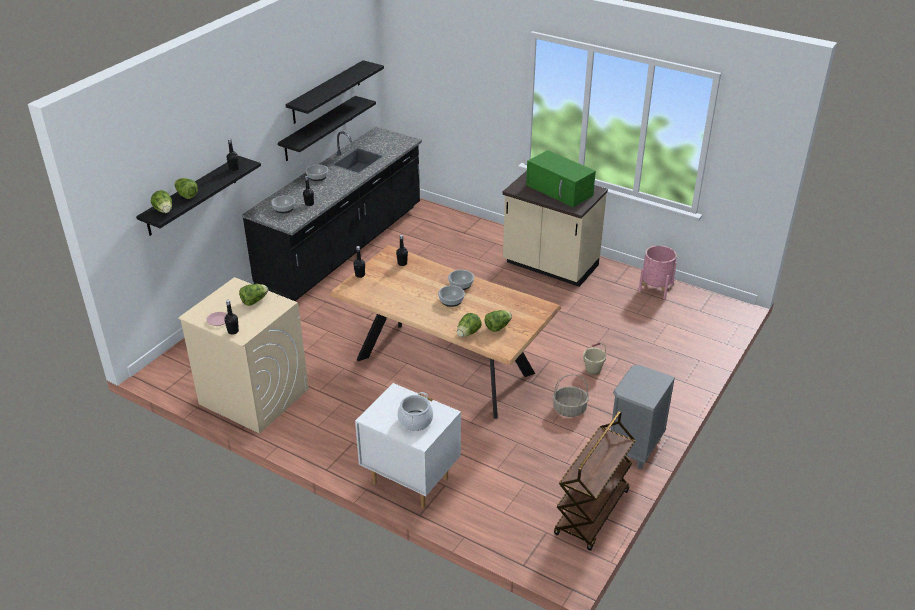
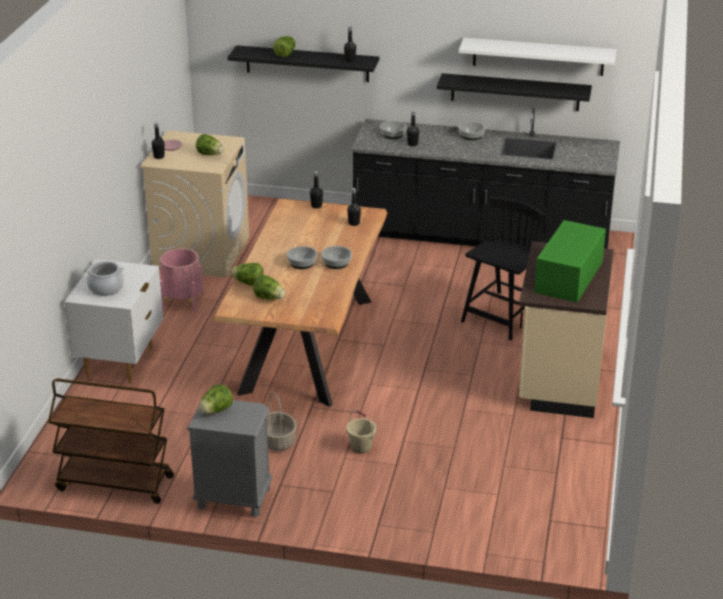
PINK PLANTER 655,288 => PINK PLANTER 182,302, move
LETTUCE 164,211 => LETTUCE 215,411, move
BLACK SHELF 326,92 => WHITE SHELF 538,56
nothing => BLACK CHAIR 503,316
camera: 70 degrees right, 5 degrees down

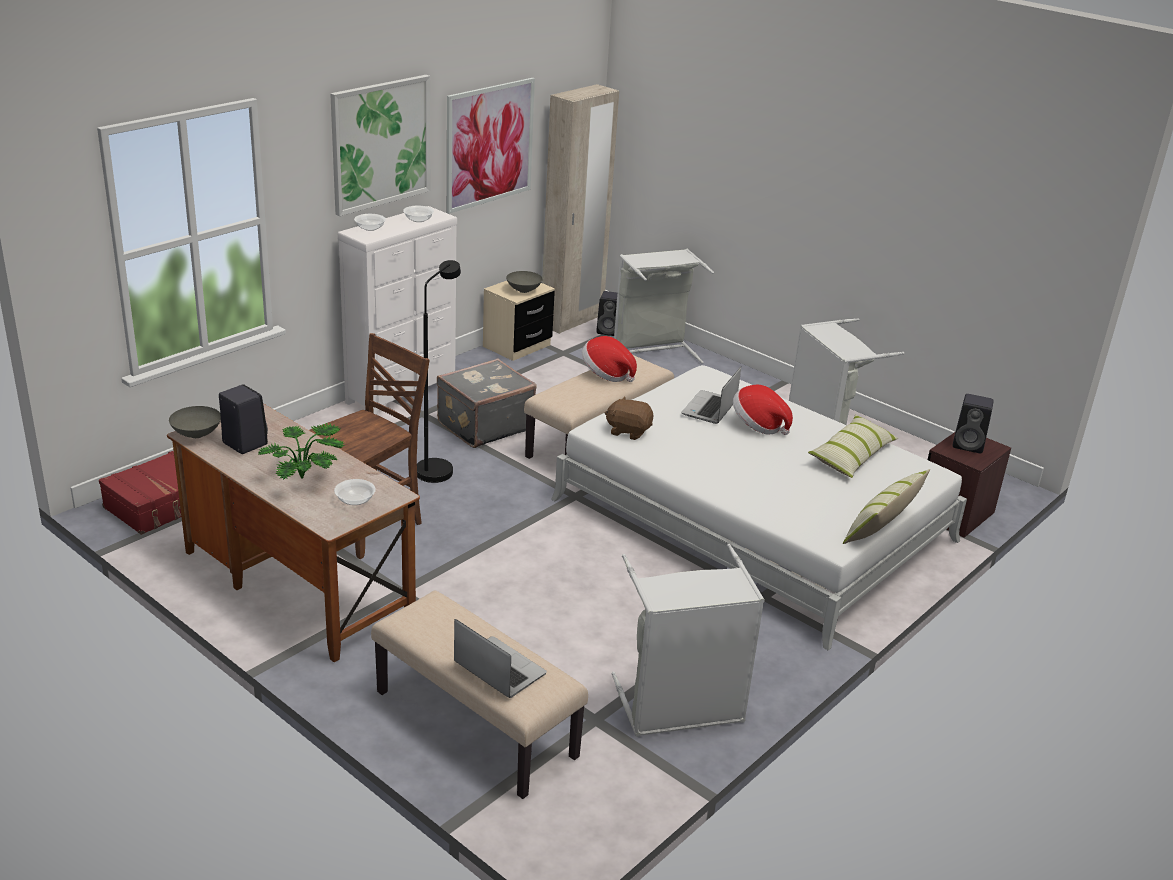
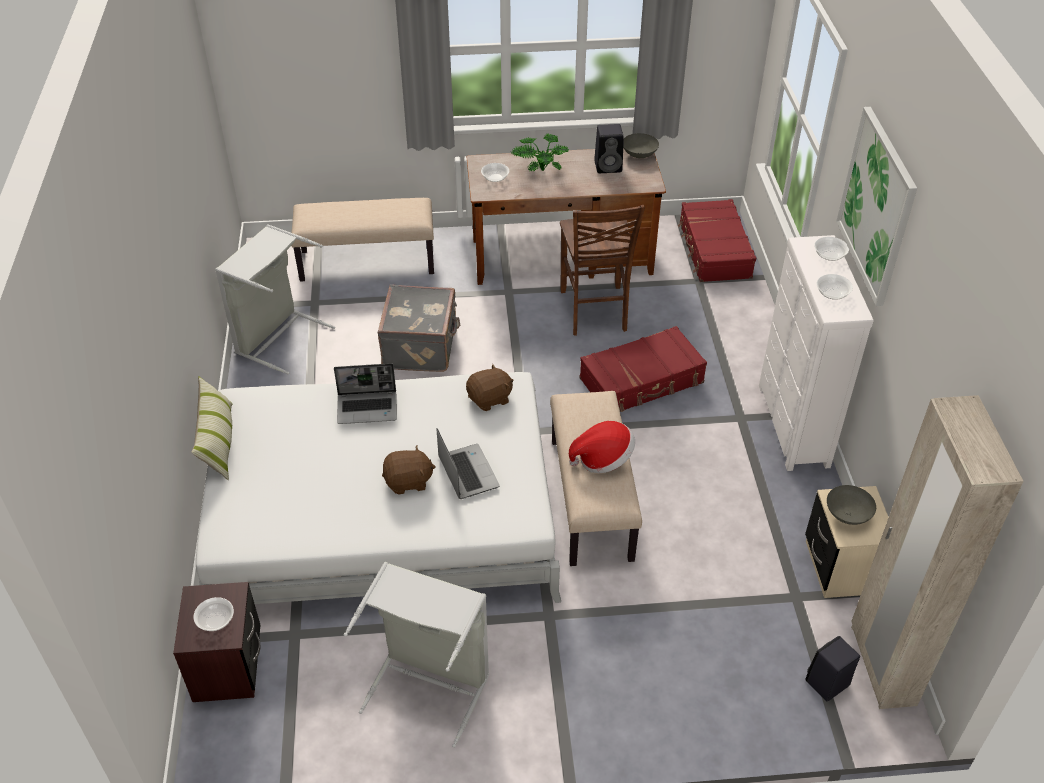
BLACK SPEAKER 969,445 => BOWL 215,621
LAPTOP 498,669 => LAPTOP 368,408, move
GREY SUITCASE 483,425 => GREY SUITCASE 421,347, move
HAT 758,425 => BROWN PLUSH TOY 408,481
BLACK FLOOR LAMP 437,467 => RED SUITCASE 642,381
PICTURE 489,144 => nothing
GREY LAUNDRY BASKET 654,351 => nothing
PILLOW 851,456 => nothing
camera: 135 degrees right, 15 degrees up

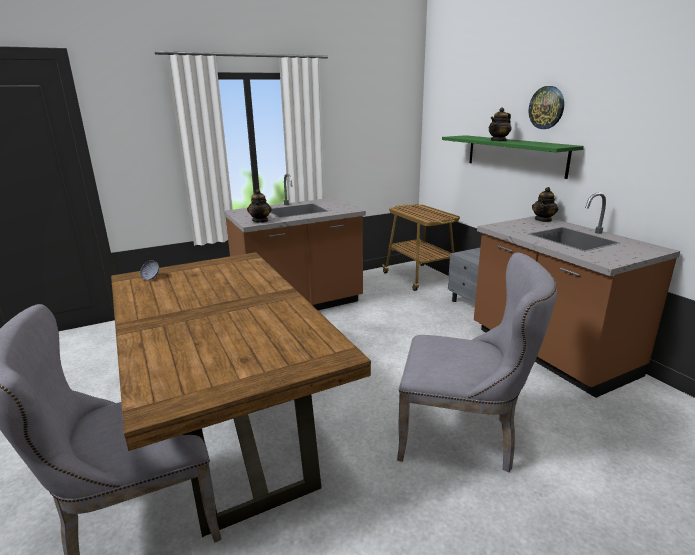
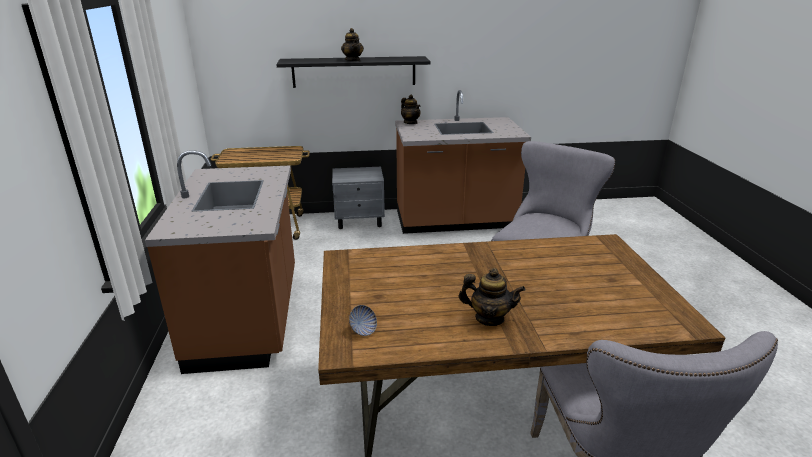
GREEN SHELF 514,155 => BLACK SHELF 354,72
TEAPOT 260,220 => TEAPOT 489,318, move
WALL CLOCK 546,107 => nothing
camera: 70 degrees left, 5 degrees up

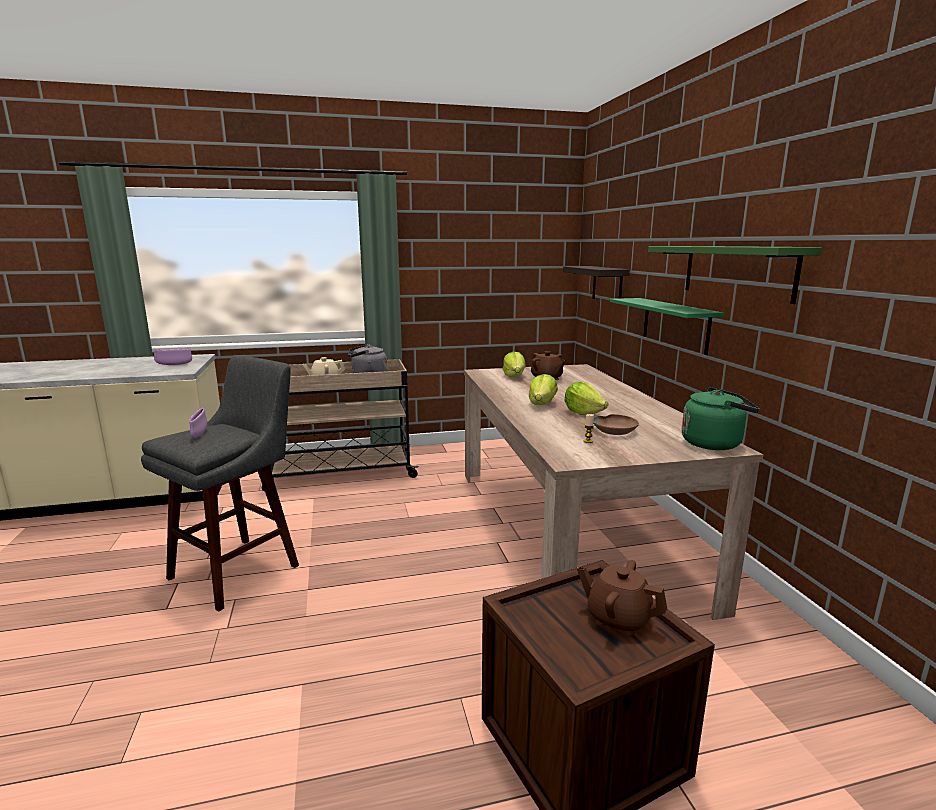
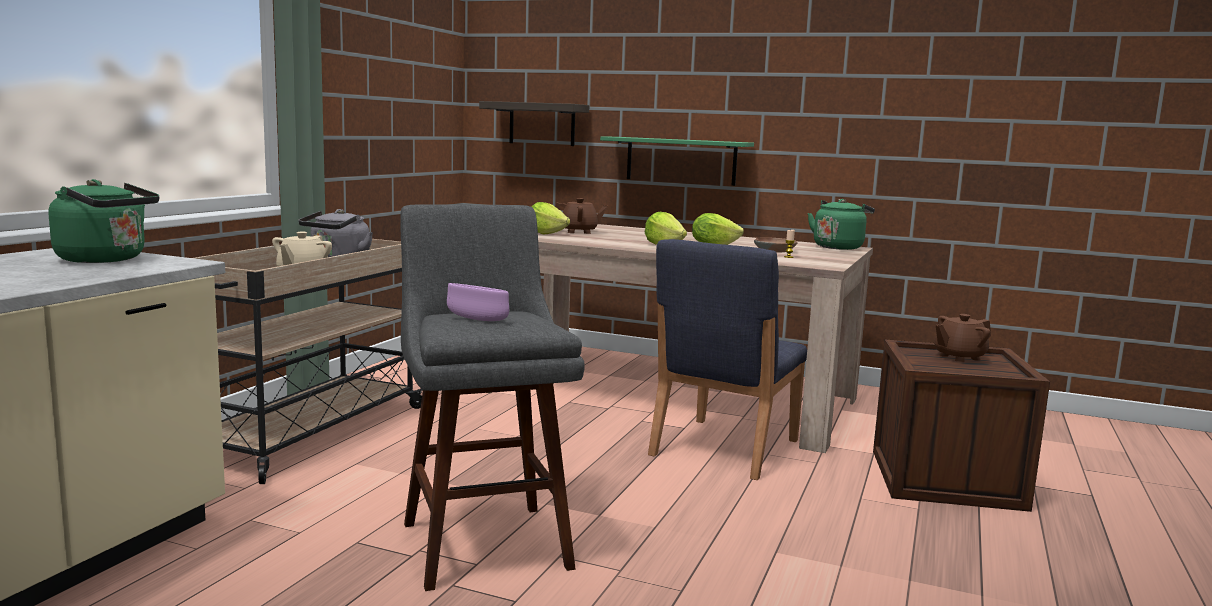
PURPLE BOWL 174,364 => GREEN KETTLE 106,259
nothing => BLUE CHAIR 723,448
GREEN SHELF 737,271 => nothing
camera: 55 degrees left, 5 degrees down

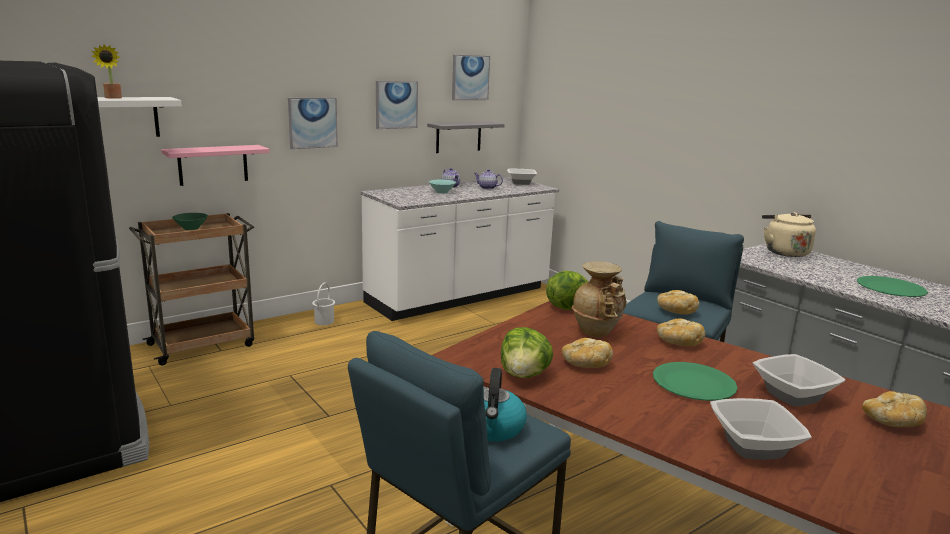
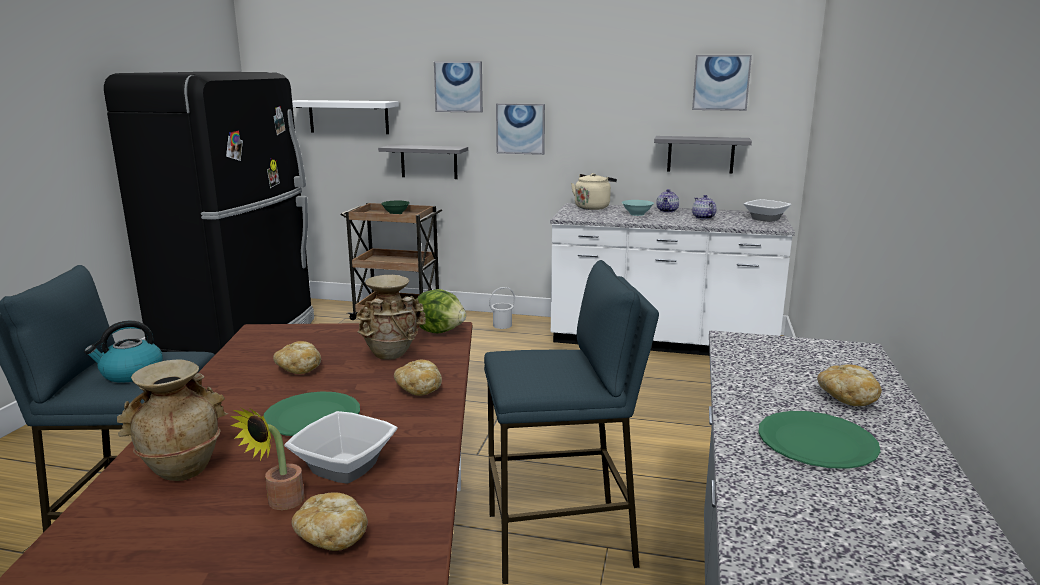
BOWL 752,447 => BEIGE VASE 182,469
POTTED PLANT 112,98 => POTTED PLANT 280,504, move
PINK SHELF 213,165 => GREY SHELF 429,162
PICTURE 396,104 => PICTURE 458,86, move
BEIGE KETTLE 784,252 => BEIGE KETTLE 593,207, move
BREAD 675,311 => BREAD 846,398, move
LETTUCE 524,375 => nothing
camera: 50 degrees right, 0 degrees up

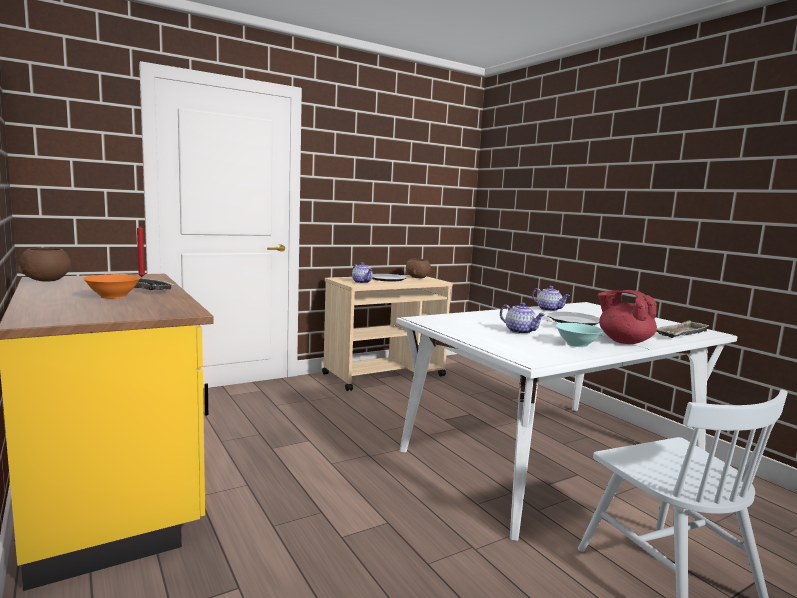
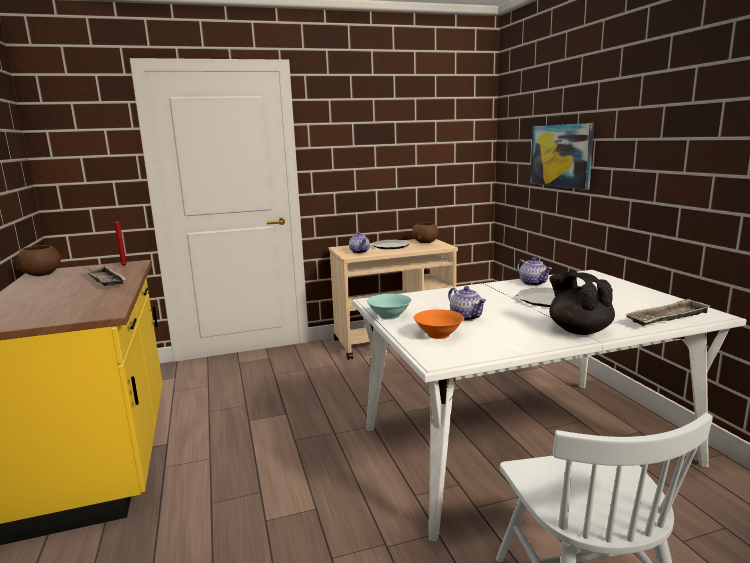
TURQUOISE BOWL 577,344 => TURQUOISE BOWL 389,316, move
ORANGE BOWL 114,296 => ORANGE BOWL 439,334, move
nothing => PICTURE 561,155
RED TEAPOT 623,341 => BLACK TEAPOT 578,330
camera: 15 degrees right, 5 degrees up

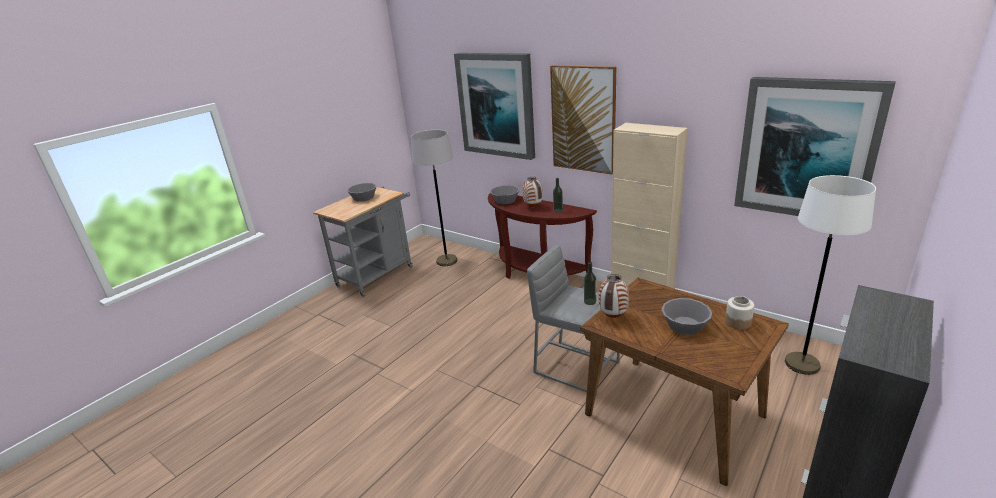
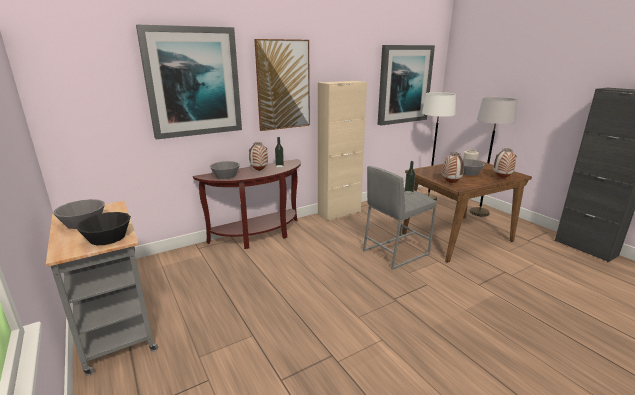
nothing => BLACK BOWL 107,237
GREY FLOOR LAMP 446,261 => GREY FLOOR LAMP 479,212, move
nothing => VASE 501,178
camera: 70 degrees left, 5 degrees down

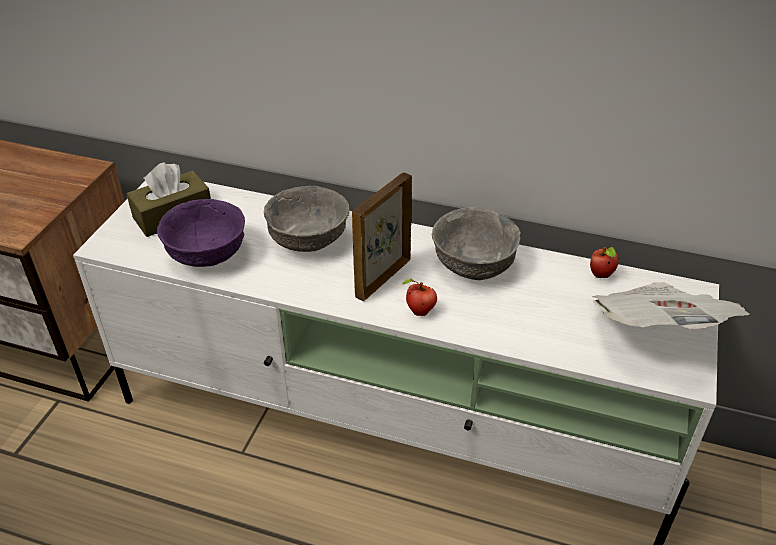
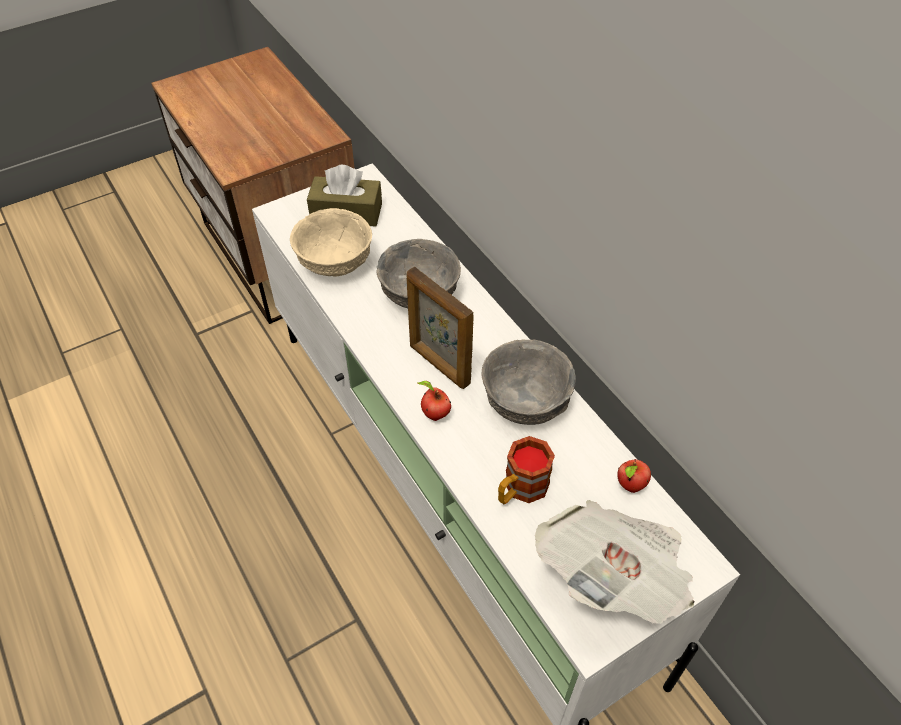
PURPLE BOWL 206,255 => BEIGE BOWL 334,262
PICTURE FRAME 382,278 => PICTURE FRAME 439,365, 120 degrees counterclockwise
nothing => MUG 520,489
camera: 40 degrees right, 10 degrees up

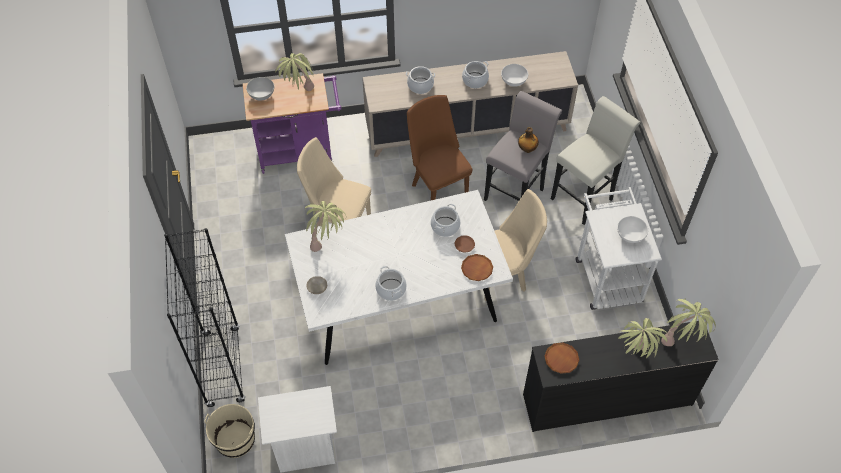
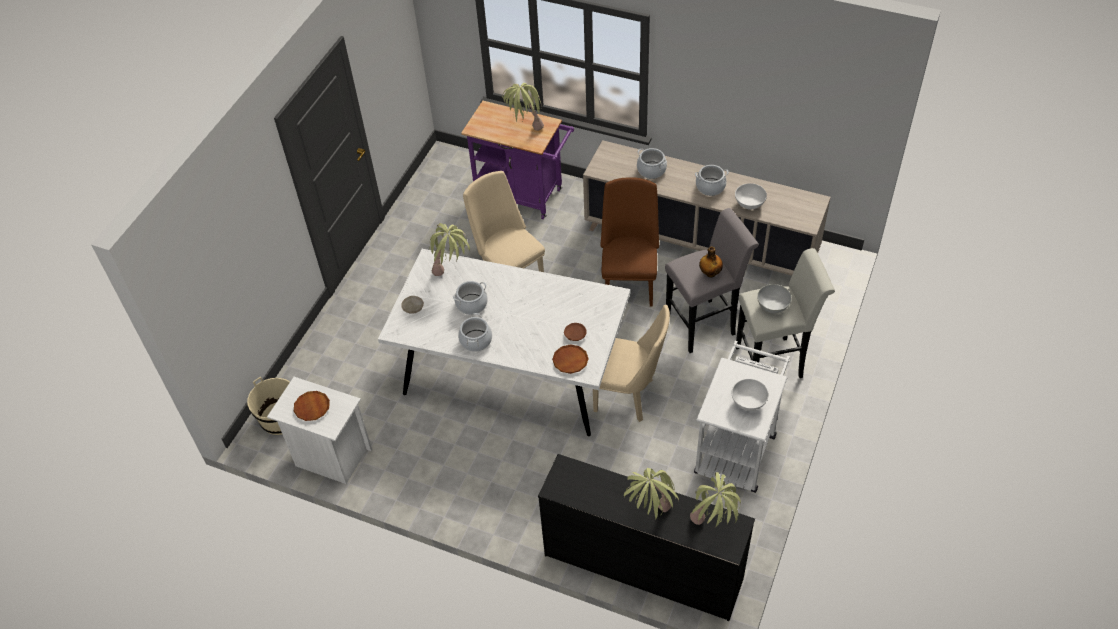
BROWN PLATE 561,359 => BROWN PLATE 312,407, move
COOKING POT 445,226 => COOKING POT 471,304, move
WHITE BOWL 261,95 => WHITE BOWL 772,306, move
BLACK BOOKCASE 223,367 => nothing
camera: 35 degrees right, 5 degrees down

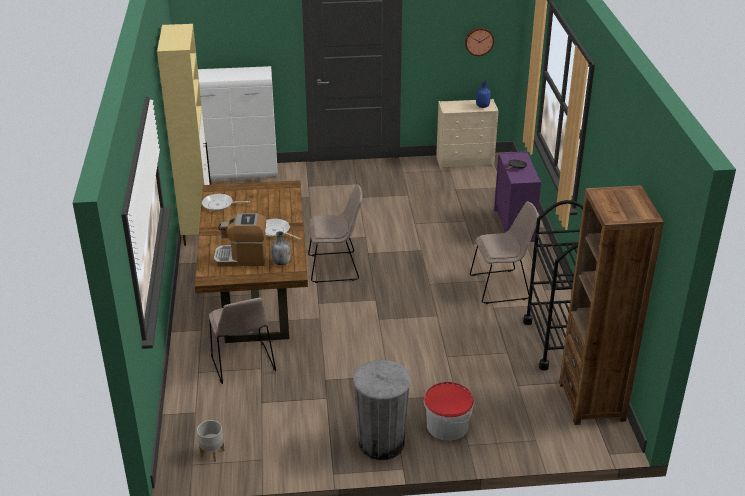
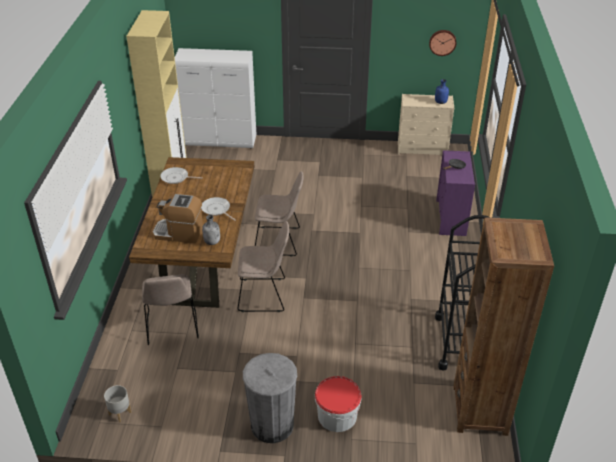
BEIGE CHAIR 501,286 => BEIGE CHAIR 264,295, move
camera: 10 degrees right, 5 degrees up

